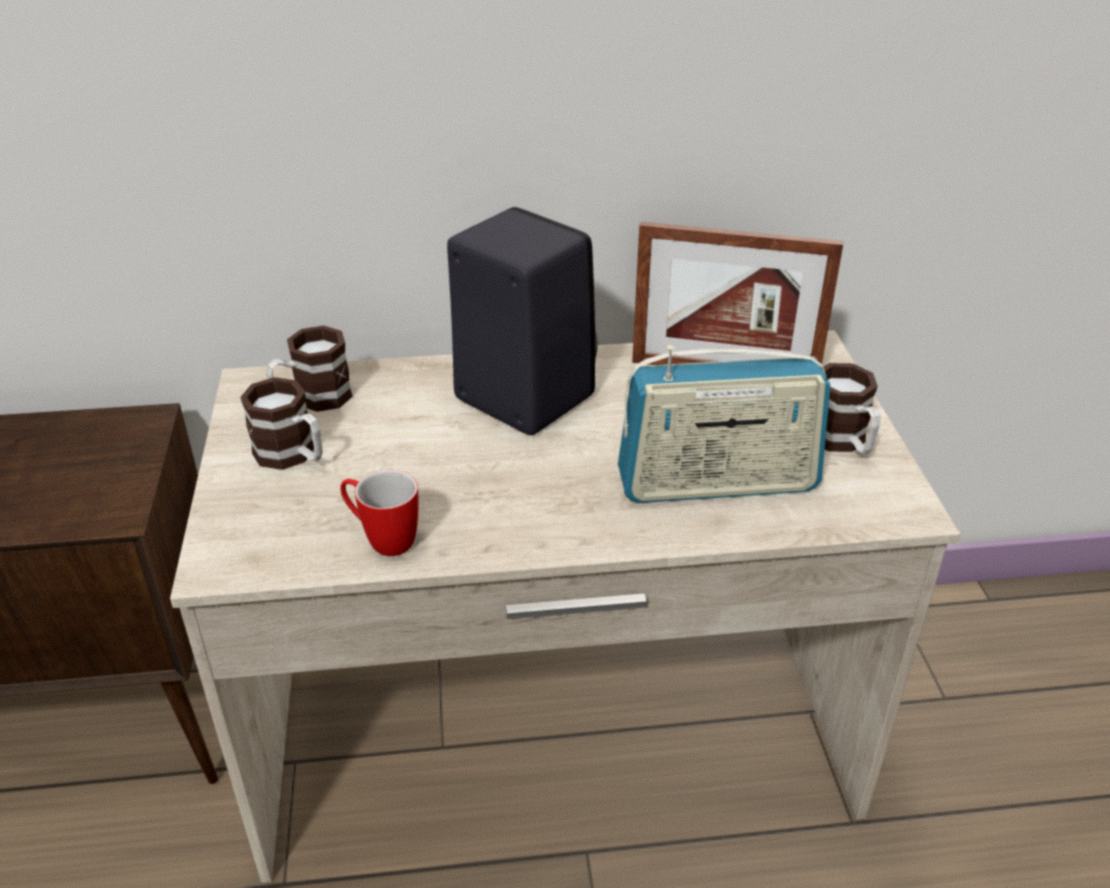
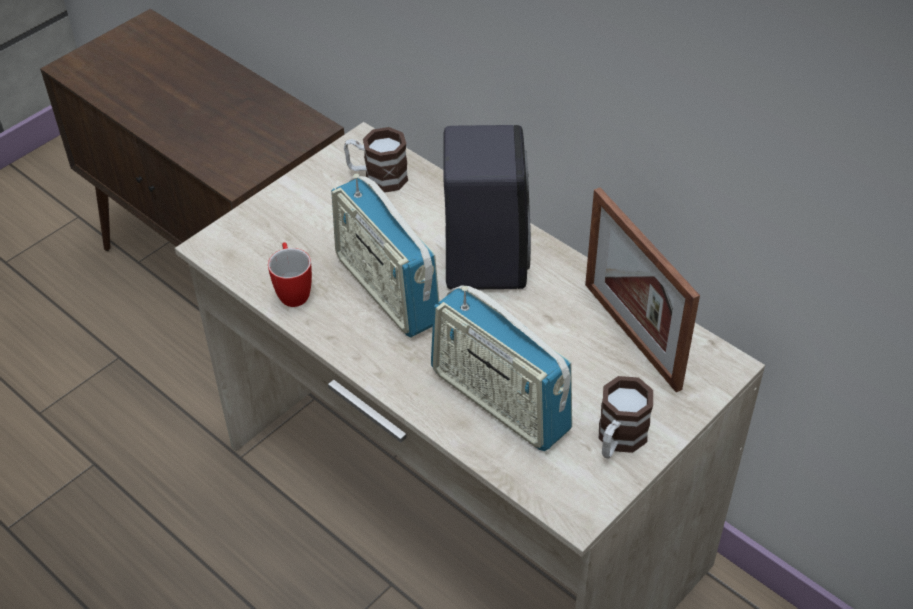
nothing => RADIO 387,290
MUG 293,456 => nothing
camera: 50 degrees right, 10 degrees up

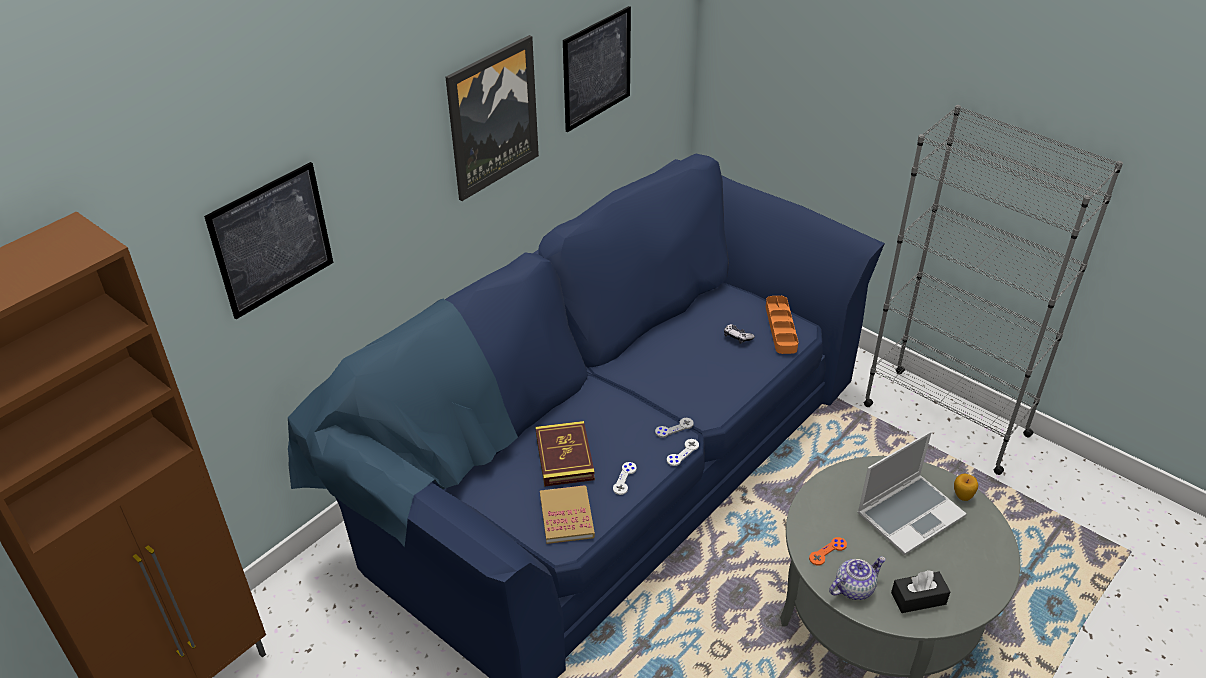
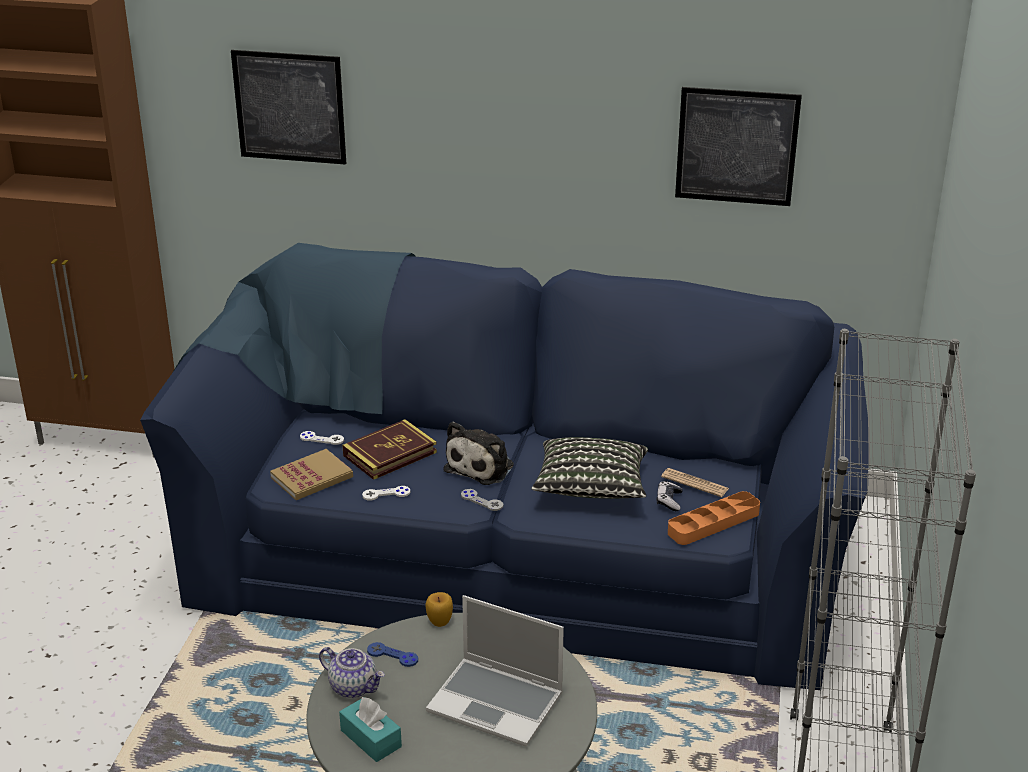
WHITE GAME CONTROLLER 682,453 => WHITE GAME CONTROLLER 322,439, move
BLACK TISSUE BOX 918,598 => TURQUOISE TISSUE BOX 371,738
ORANGE GAME CONTROLLER 827,552 => BLUE GAME CONTROLLER 392,655
APPLE 962,496 => APPLE 439,621, move
nothing => PLUSH TOY 482,466
nothing => PILLOW 591,488
nothing => NEWSPAPER 694,483
PICTURE 492,117 => nothing
camera: 60 degrees right, 10 degrees down

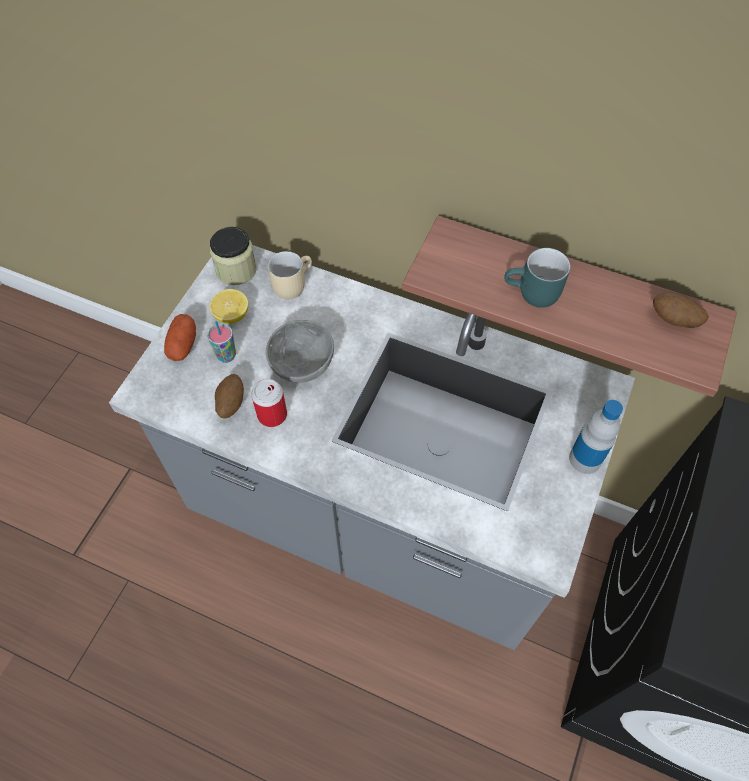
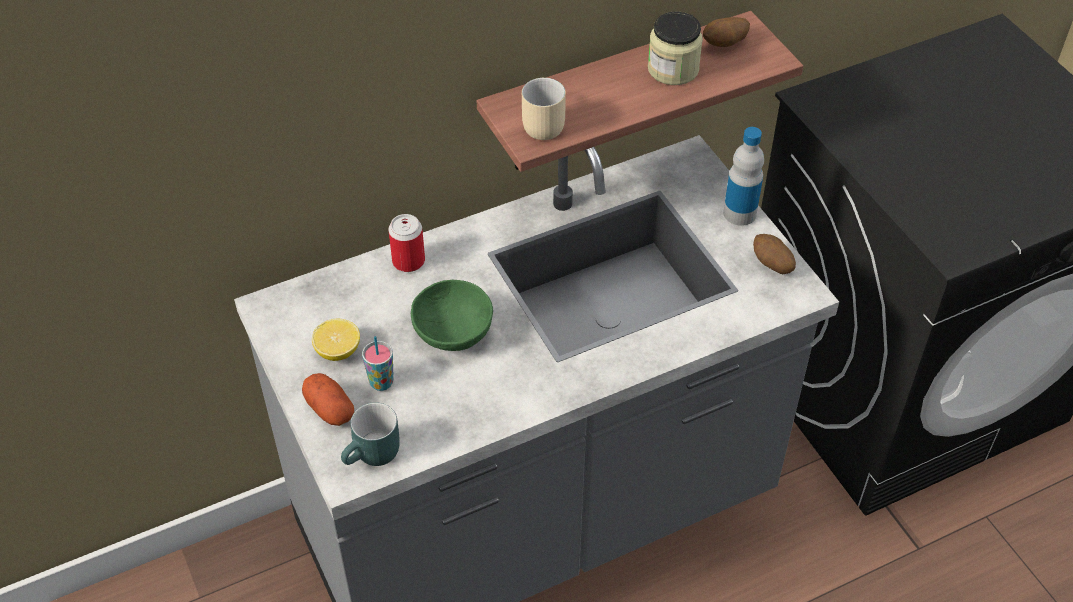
TURQUOISE MUG 532,295 => TURQUOISE MUG 374,456, move
CAN 272,415 => CAN 408,261, move
GREY BOWL 300,364 => GREEN BOWL 452,333
BEIGE MUG 291,283 => BEIGE MUG 539,123, move
JAR 236,270 => JAR 673,69, move
POTATO 230,403 => POTATO 771,265, move
camera: 50 degrees left, 10 degrees down

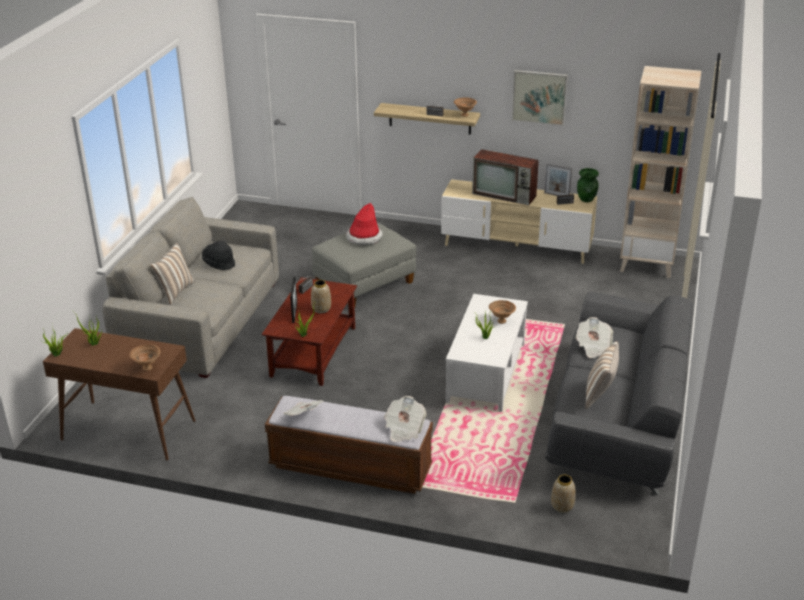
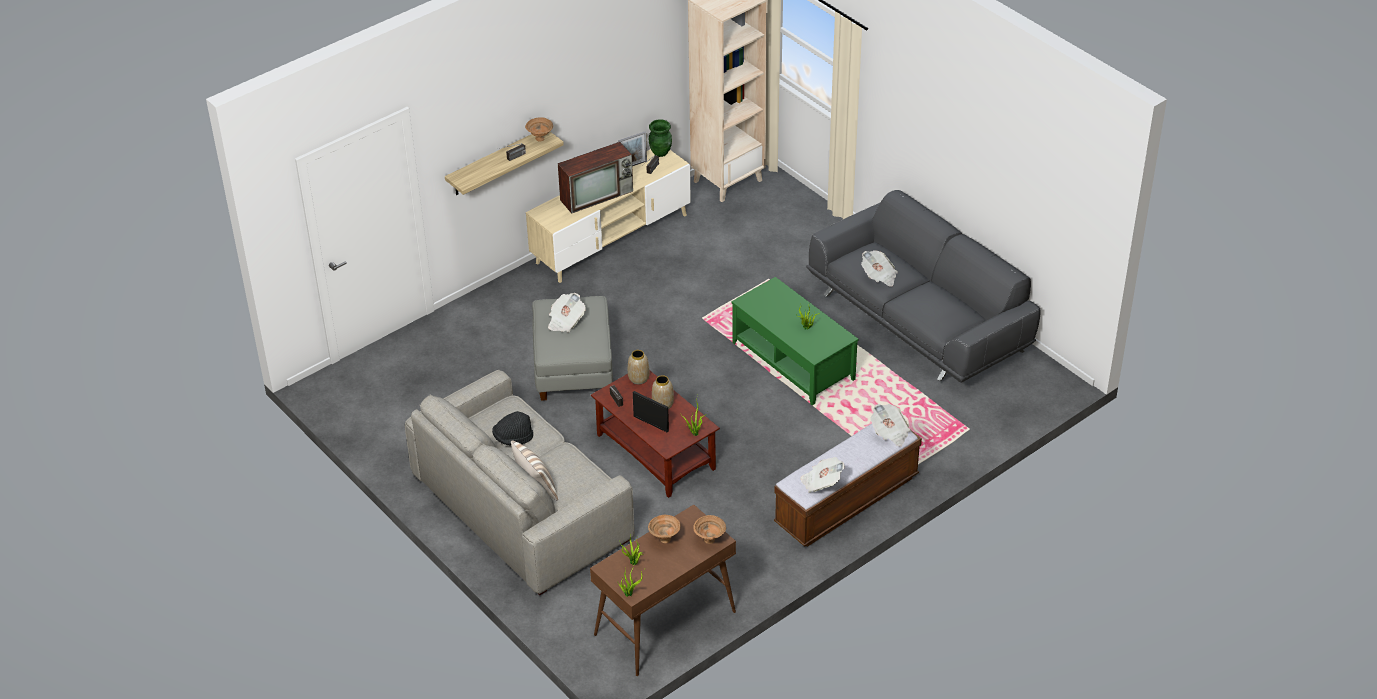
HAT 364,237 => NEWSPAPER 565,321
VASE 562,506 => VASE 638,378, move
BROWN BOWL 501,321 => BROWN BOWL 664,539, move
WHITE COFFEE TABLE 487,373 => GREEN COFFEE TABLE 794,360
PICTURE 539,97 => nothing
PILLOW 600,395 => nothing
camera: 55 degrees left, 10 degrees up

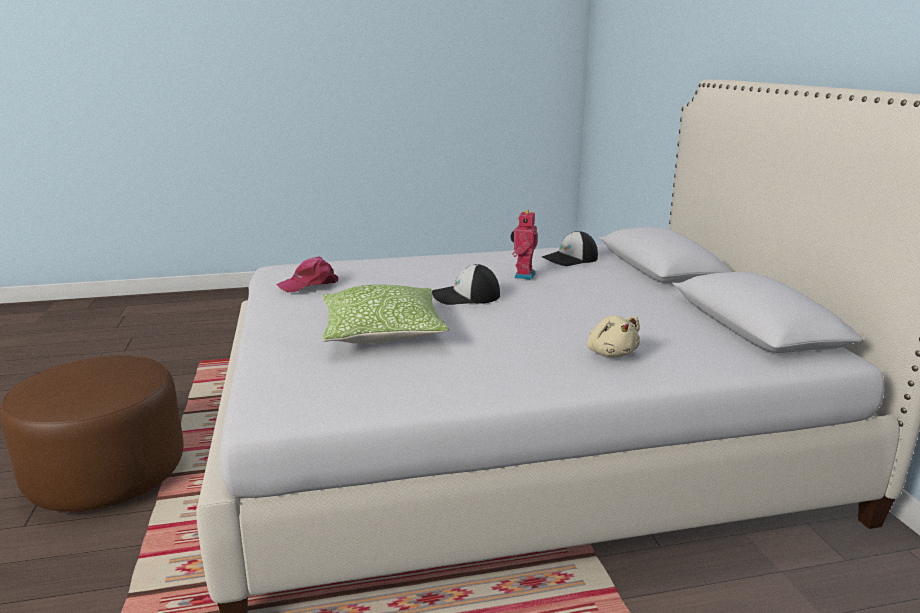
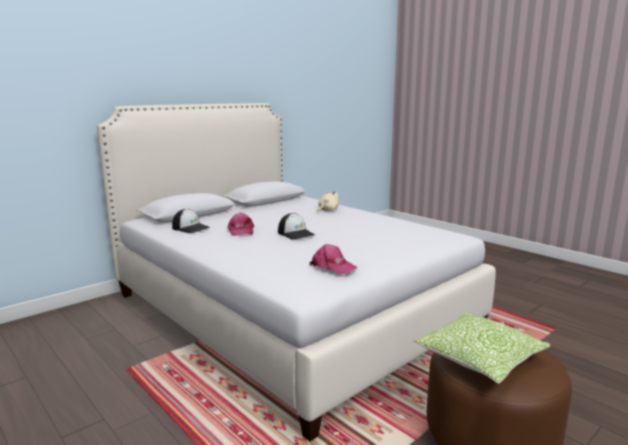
TOY ROBOT 523,275 => PINK CAP 241,231
PILLOW 382,332 => PILLOW 479,359, move
camera: 120 degrees left, 5 degrees down

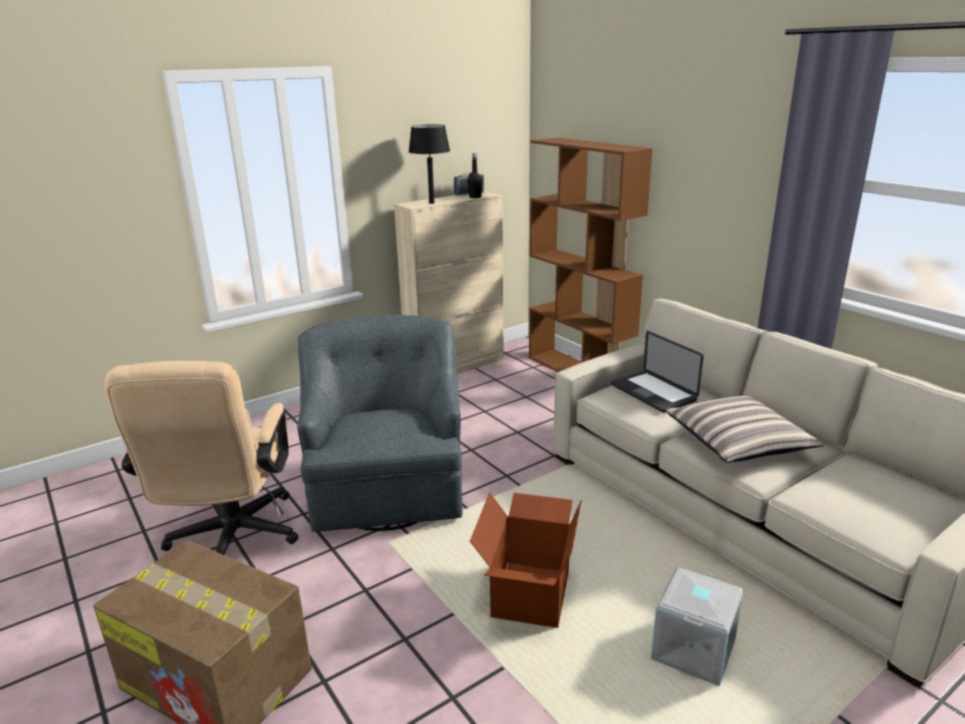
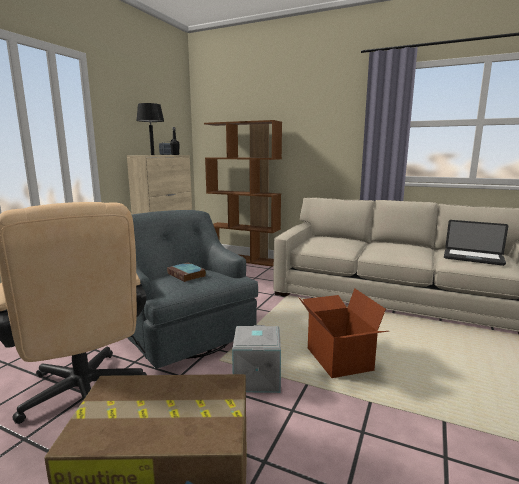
nothing => BOOK 187,275
GREY STORAGE BOX 692,649 => GREY STORAGE BOX 256,377, move
LAPTOP 653,393 => LAPTOP 473,258, move
PILLOW 738,442 => nothing
camera: 30 degrees left, 10 degrees down

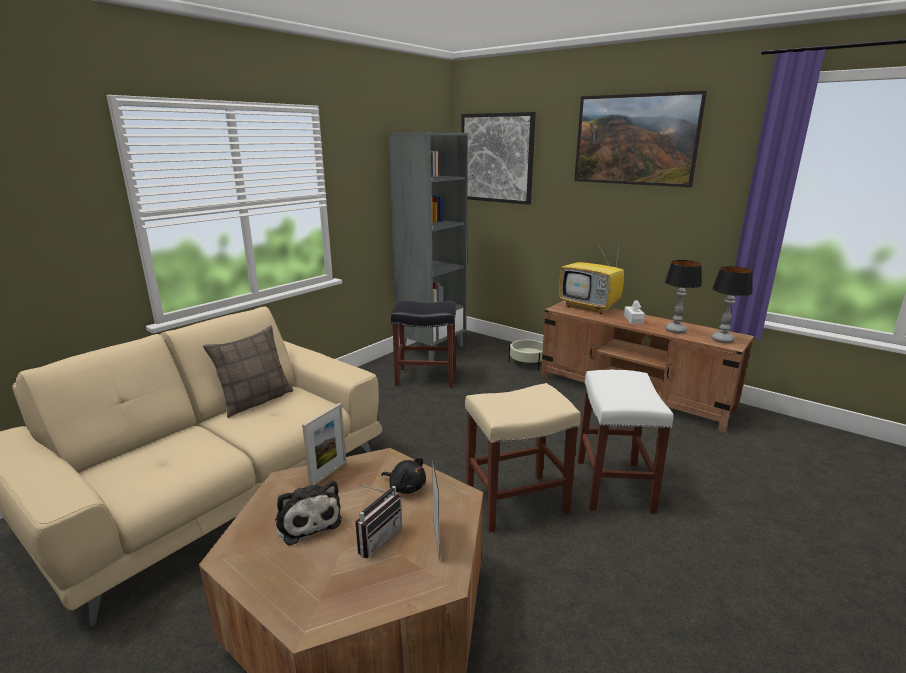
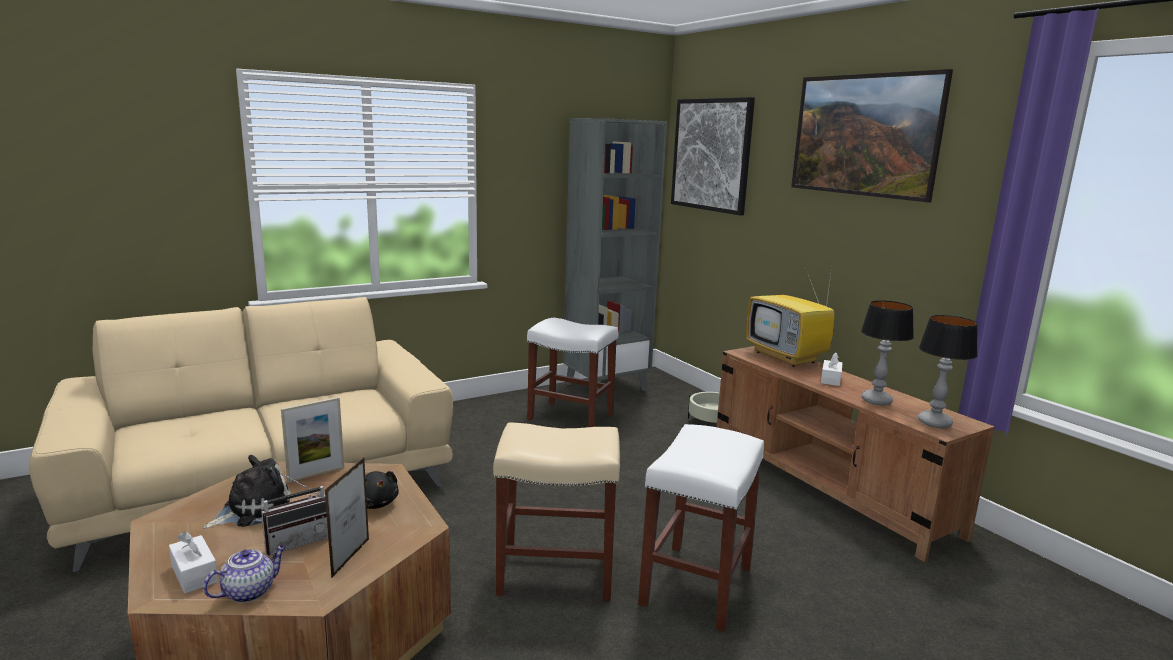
nothing => WHITE TISSUE BOX 194,574
PLUSH TOY 307,520 => PLUSH TOY 254,509, 120 degrees counterclockwise
nothing => TEAPOT 249,591
BLACK STOOL 426,377 => WHITE STOOL 572,417
PILLOW 255,400 => nothing
camera: 20 degrees right, 5 degrees down

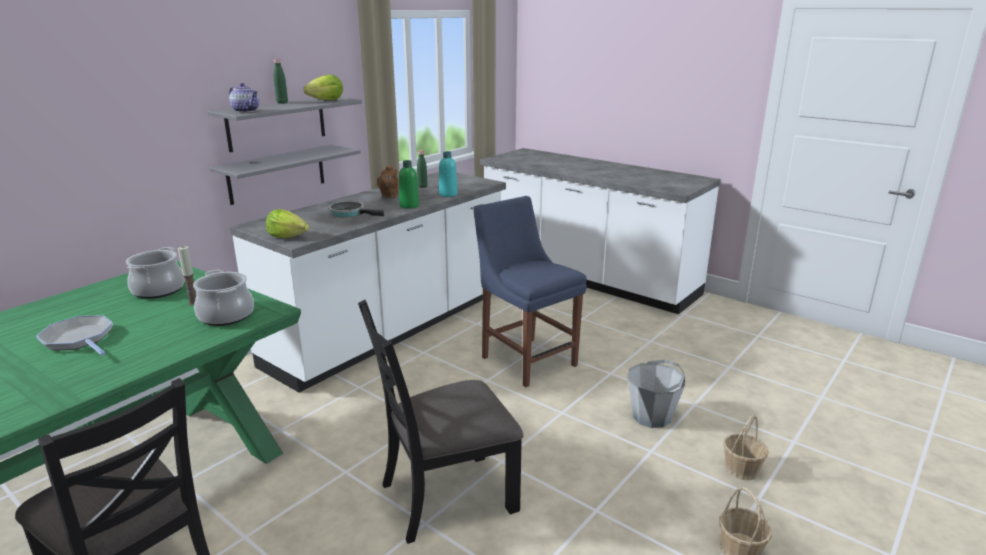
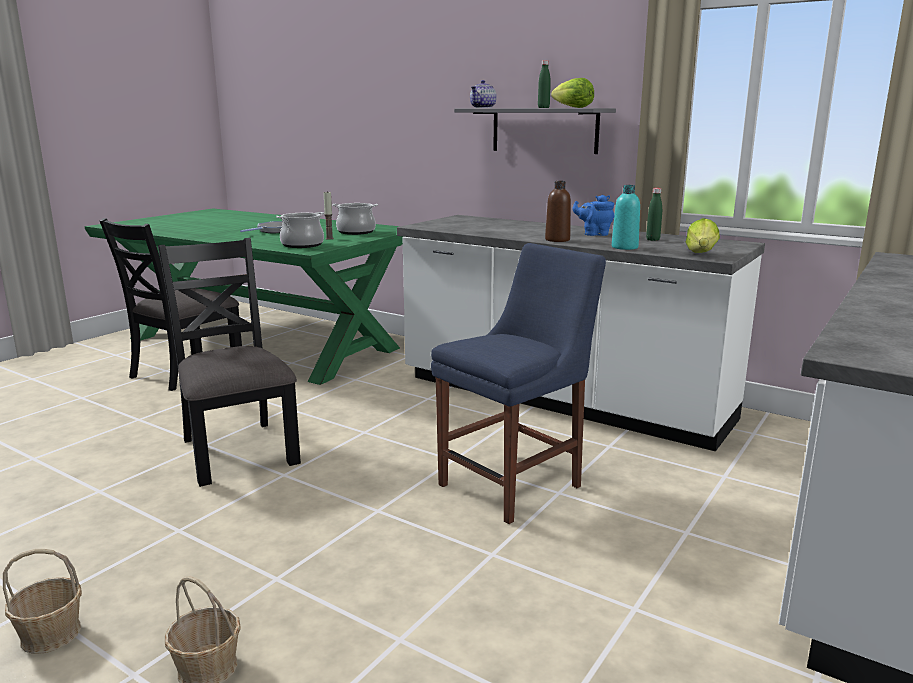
GREEN BOTTLE 409,206 => BROWN BOTTLE 557,240
BROWN TEAPOT 389,196 => BLUE TEAPOT 594,234
LETTUCE 287,237 => LETTUCE 701,253, move
GREY SHELF 277,174 => nothing
FRYING PAN 350,213 => nothing
GREY BUCKET 652,416 => nothing
camera: 85 degrees right, 5 degrees down

